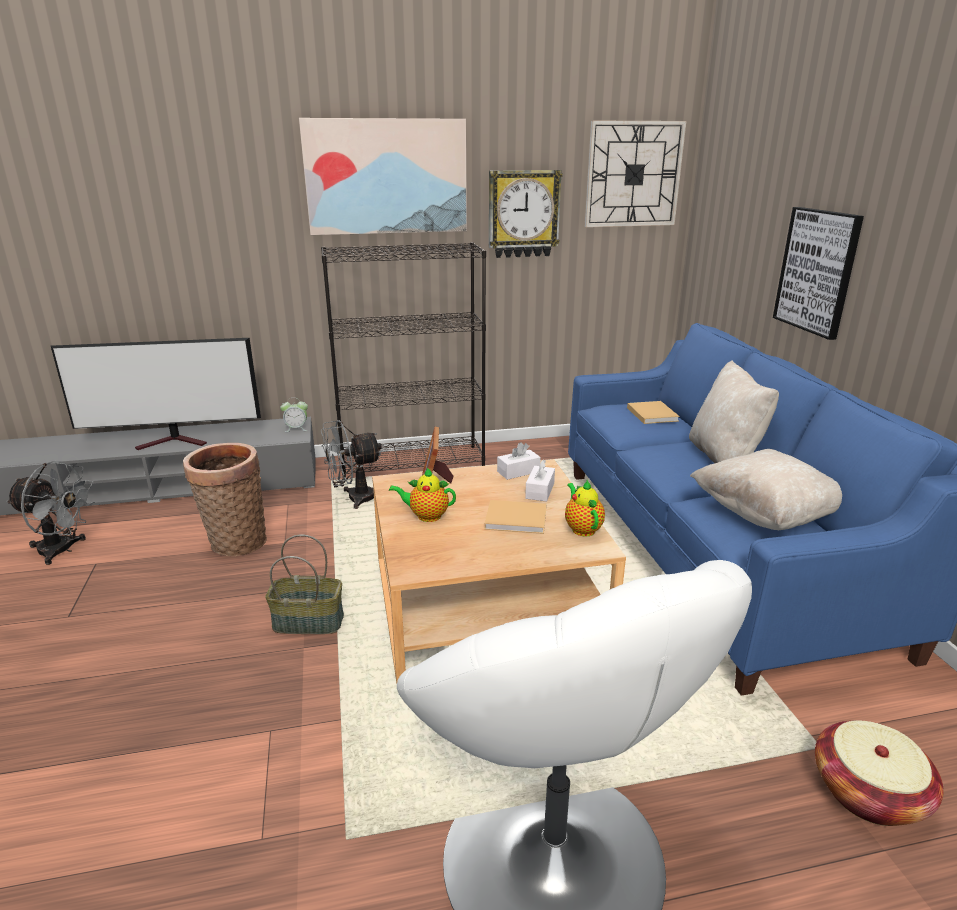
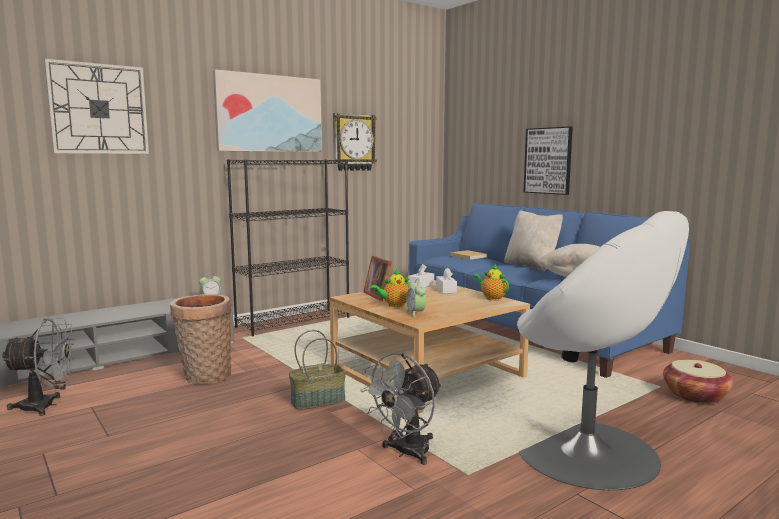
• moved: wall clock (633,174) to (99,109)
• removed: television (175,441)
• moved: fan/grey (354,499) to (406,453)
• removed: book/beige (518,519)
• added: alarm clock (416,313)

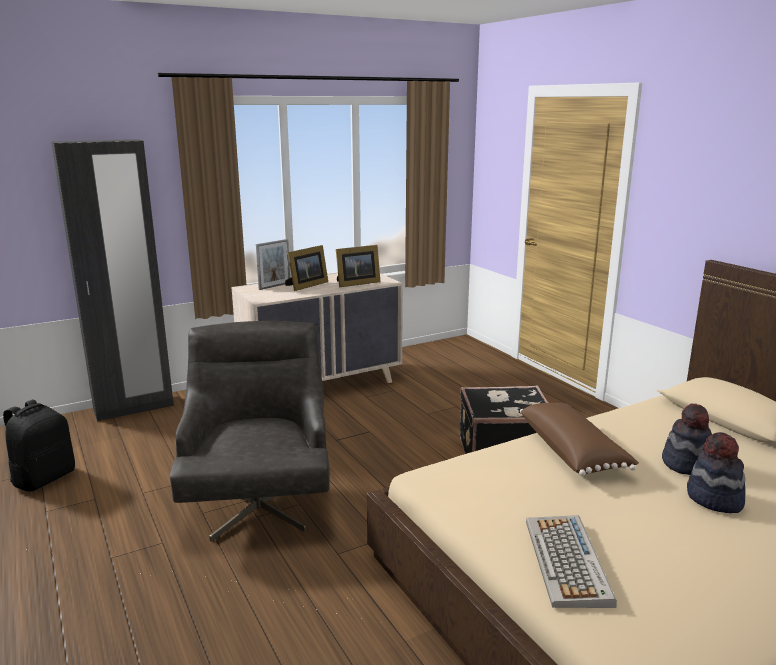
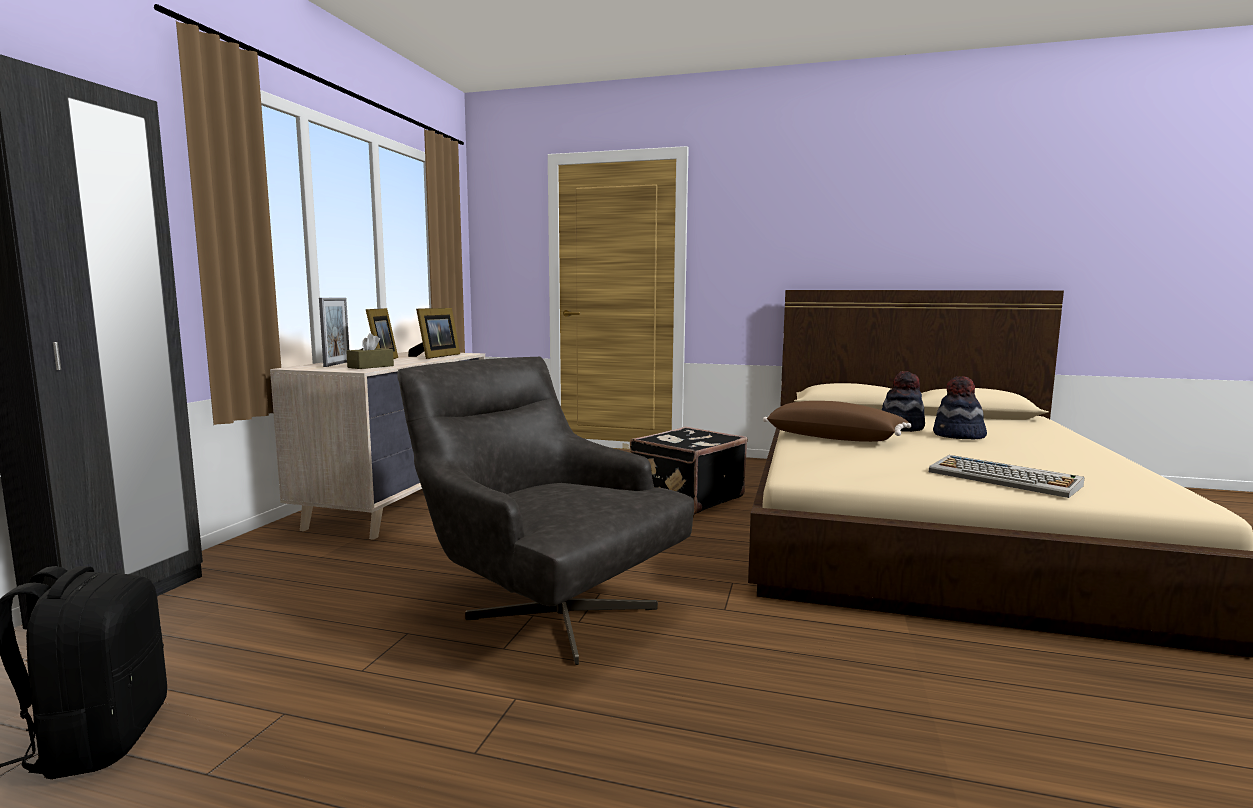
• added: tissue box/brown (370,366)

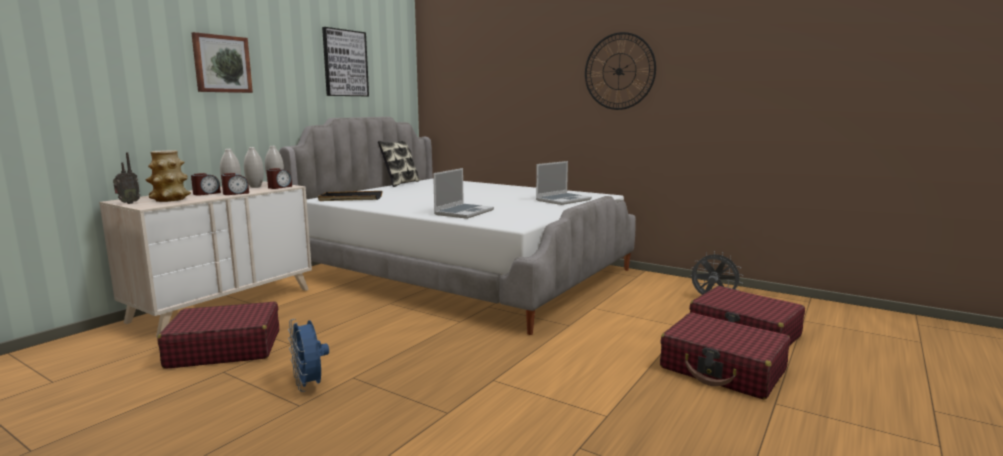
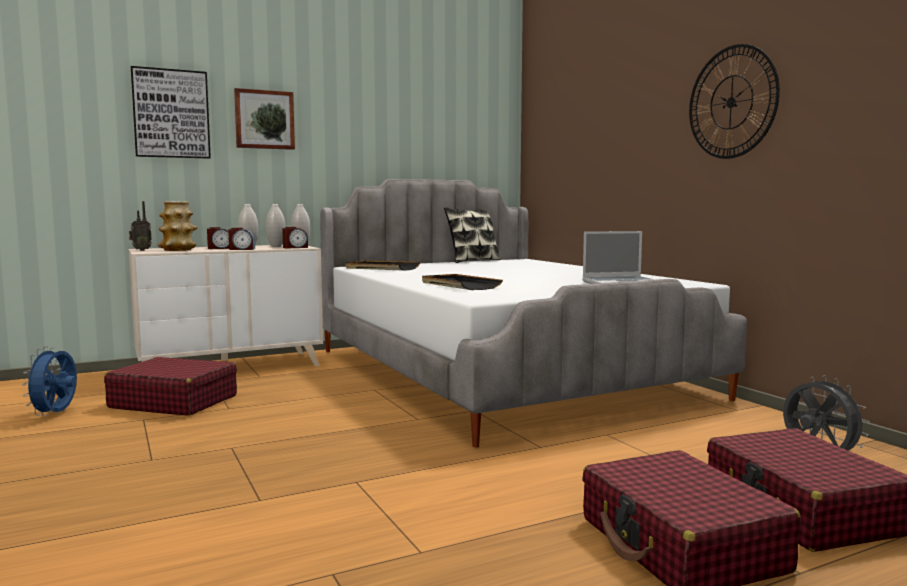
• moved: picture (345,63) to (171,114)
• replaced: laptop (464,212) to tray/black (459,285)
• moved: fan/blue (309,386) to (56,414)

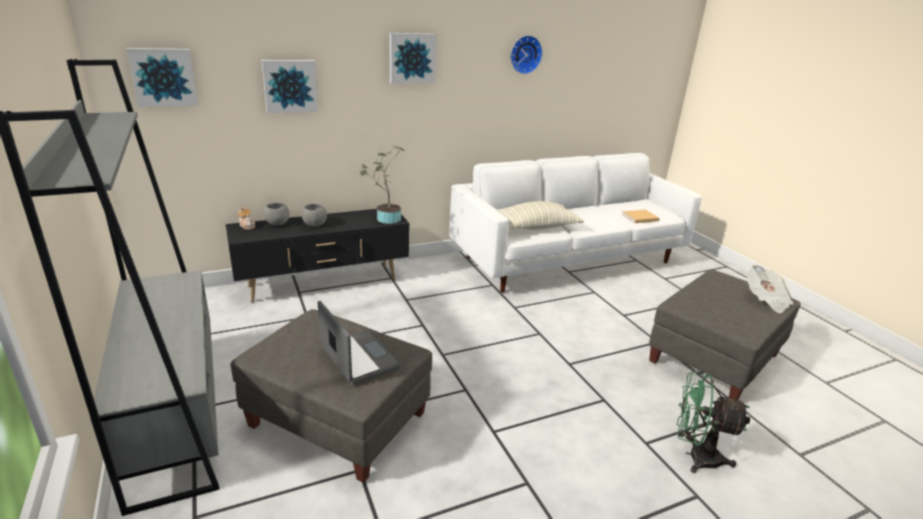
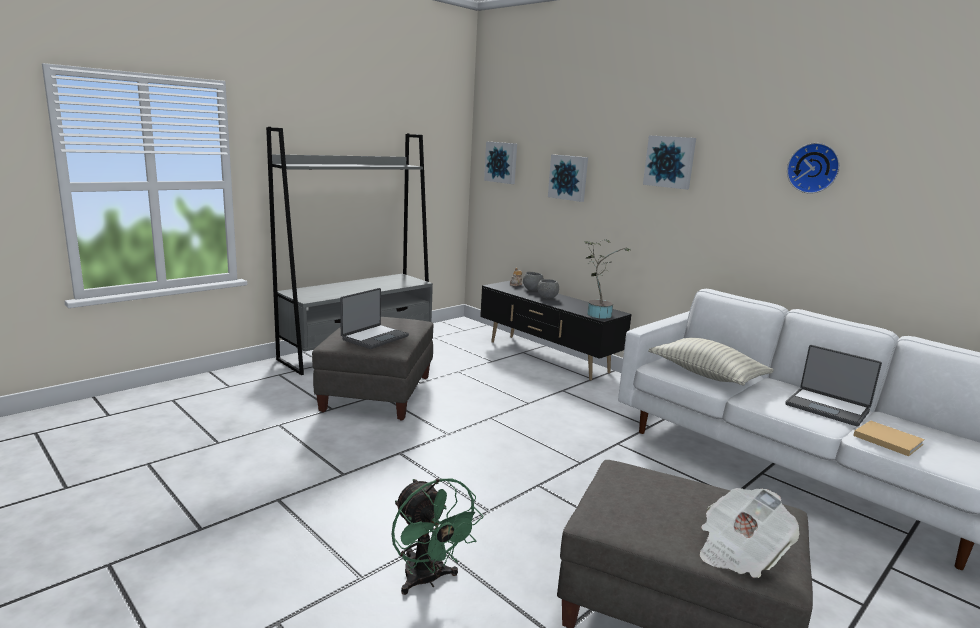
• turned: fan/green (695,456) = (428,580) 150 degrees clockwise
• added: laptop (827,408)

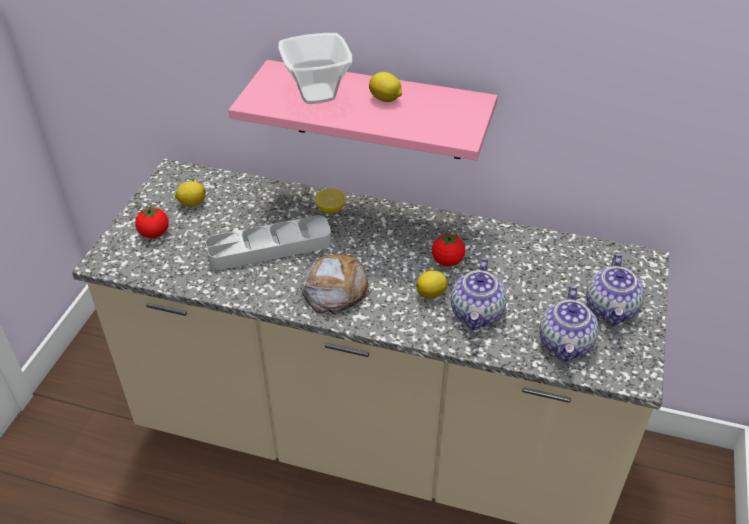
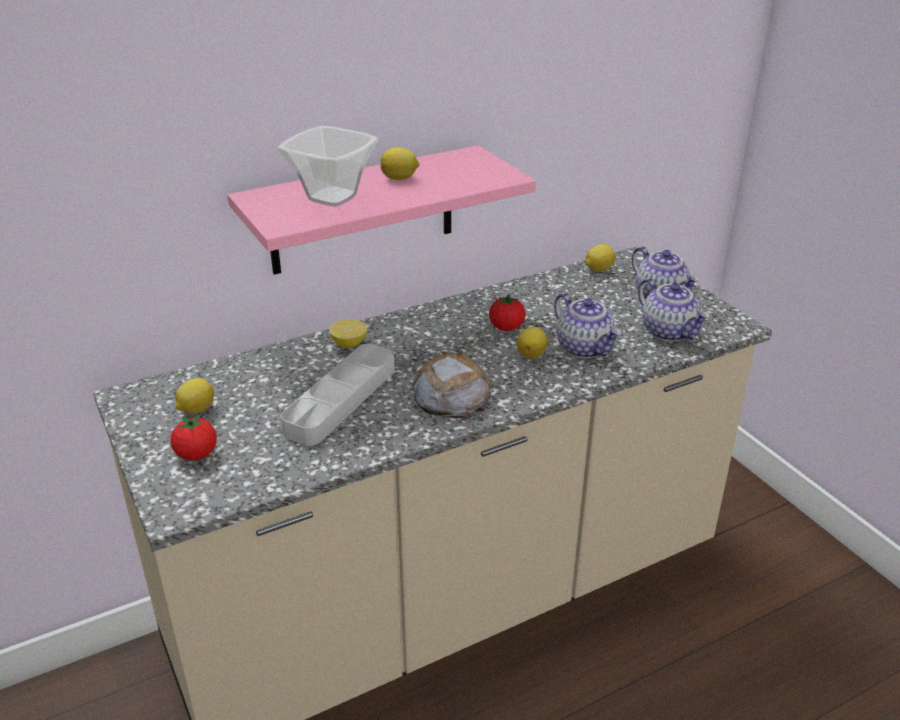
• added: lemon (598,269)

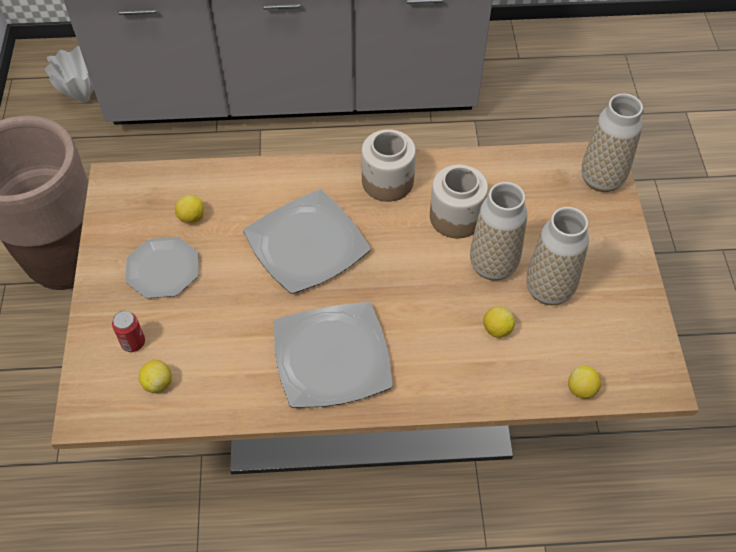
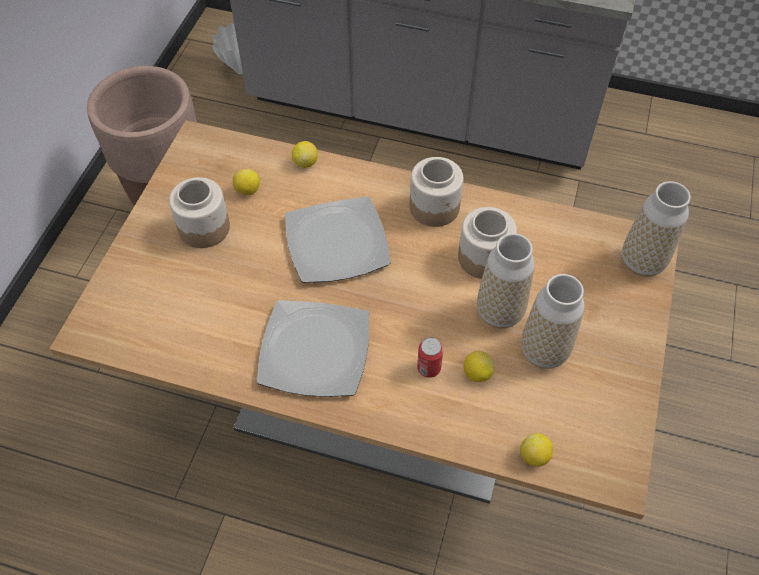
• replaced: plate (163,268) to jar (204,227)
• moved: can (133,342) to (429,368)
• moved: lemon (158,383) to (305,162)

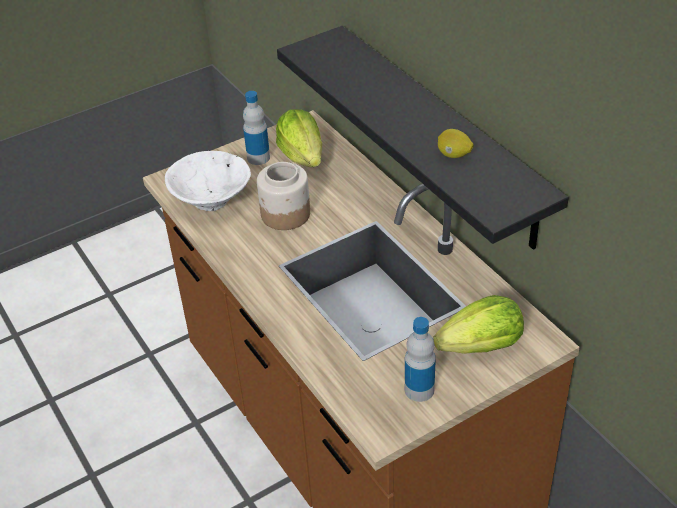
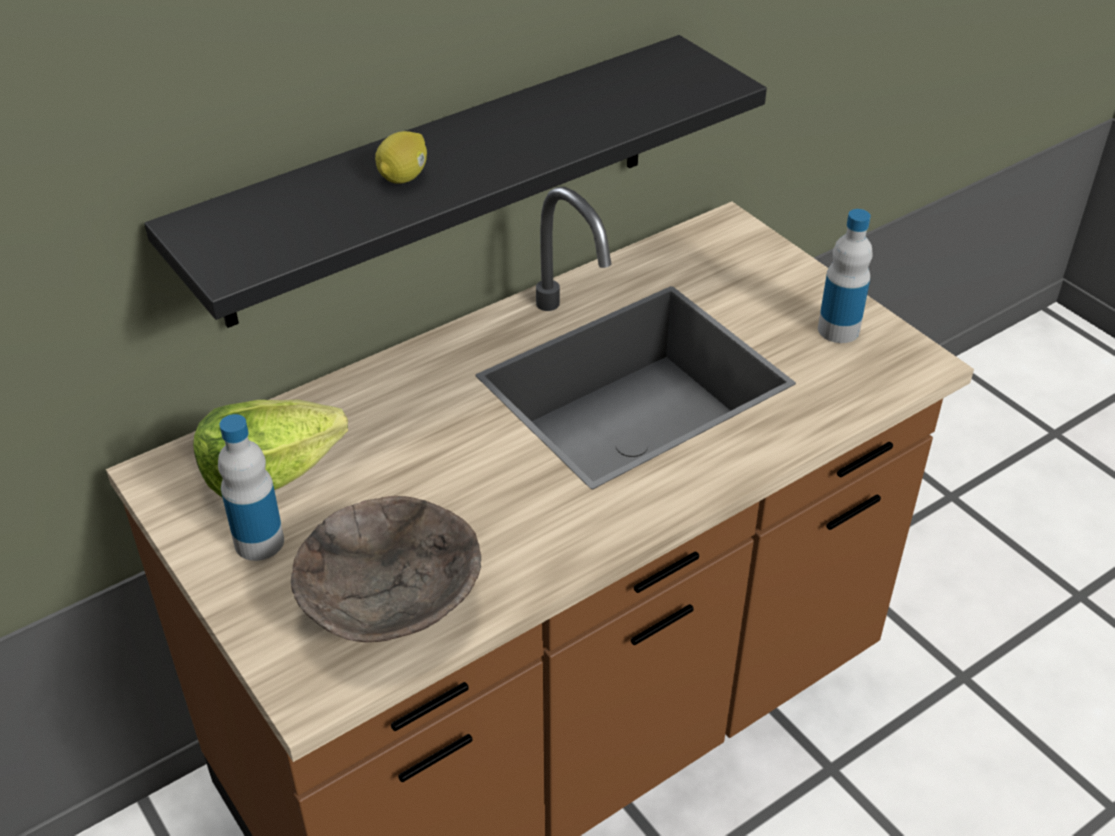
• moved: lemon (453,155) to (404,177)
• recoloured: bowl/white (212,199) to bowl/brown (391,604)
• removed: jar (285,214)
• removed: lettuce (482,346)

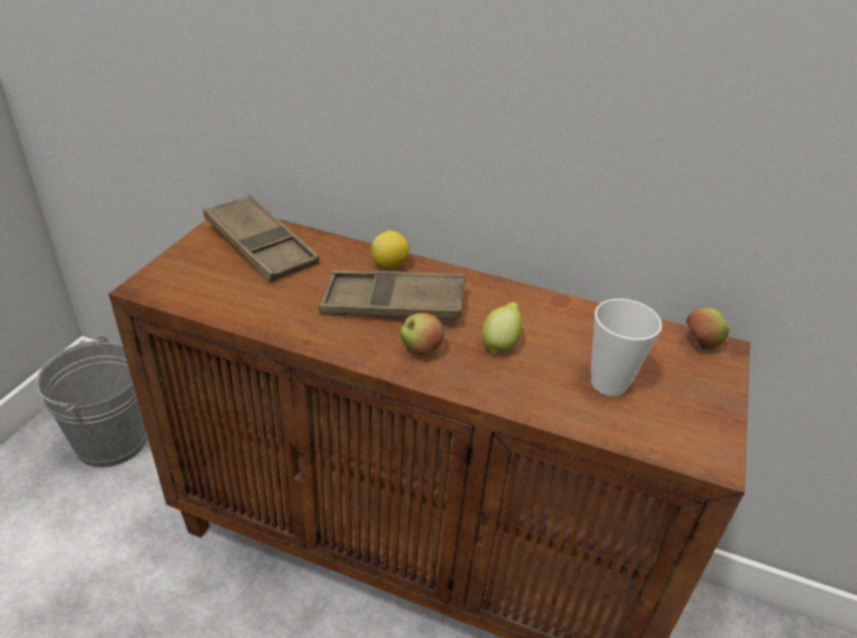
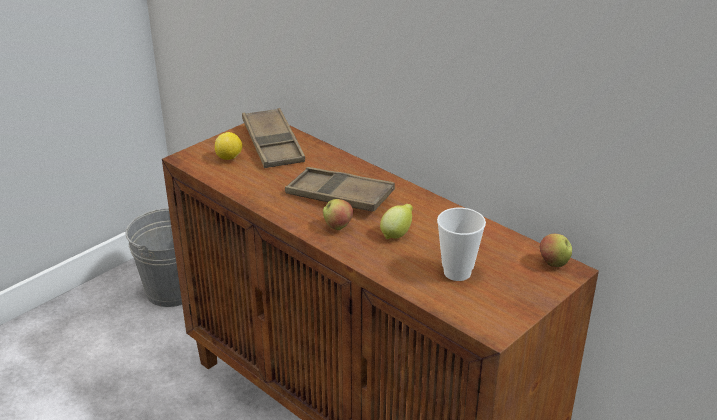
• moved: lemon (390,265) to (229,158)

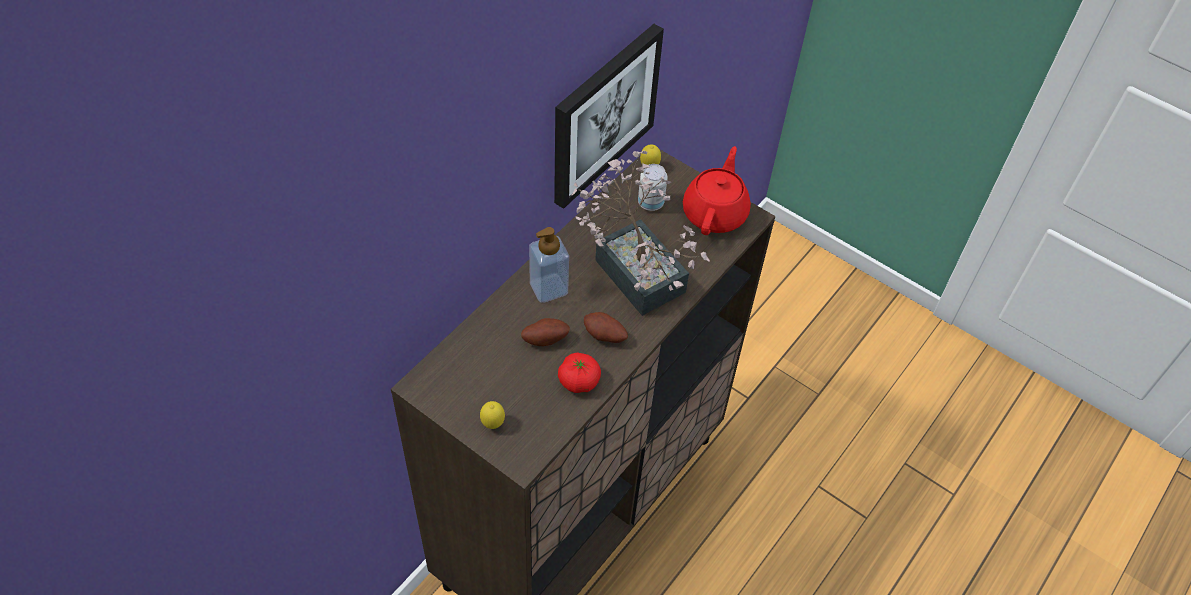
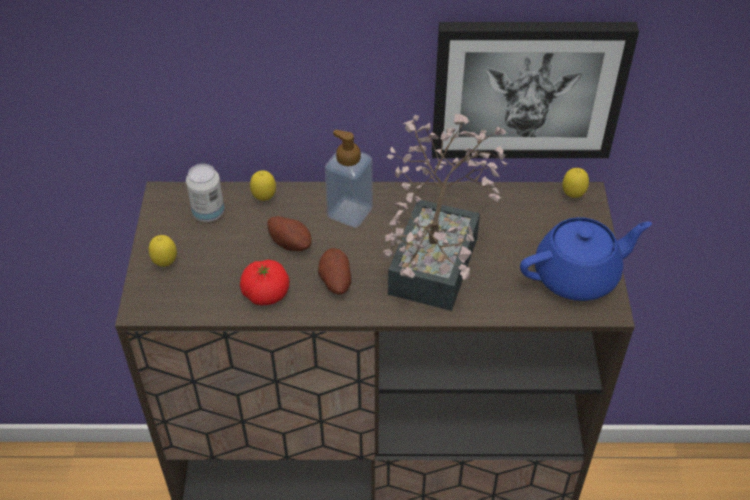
• recoloured: teapot/red (715,213) to teapot/blue (578,276)
• moved: can (650,203) to (208,213)
• added: lemon (264,199)

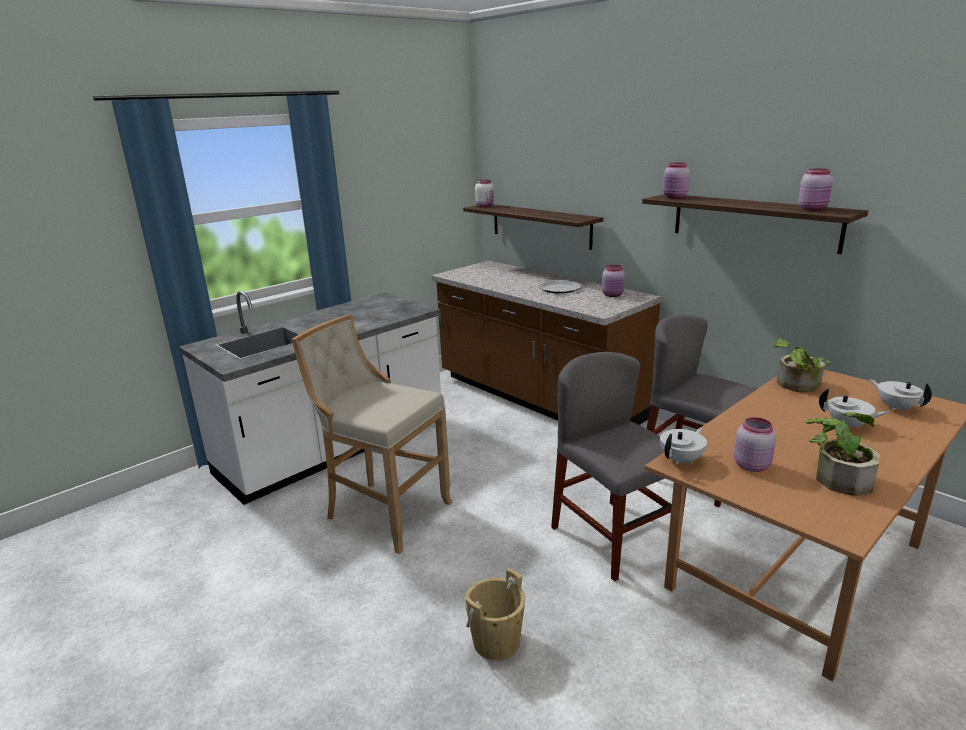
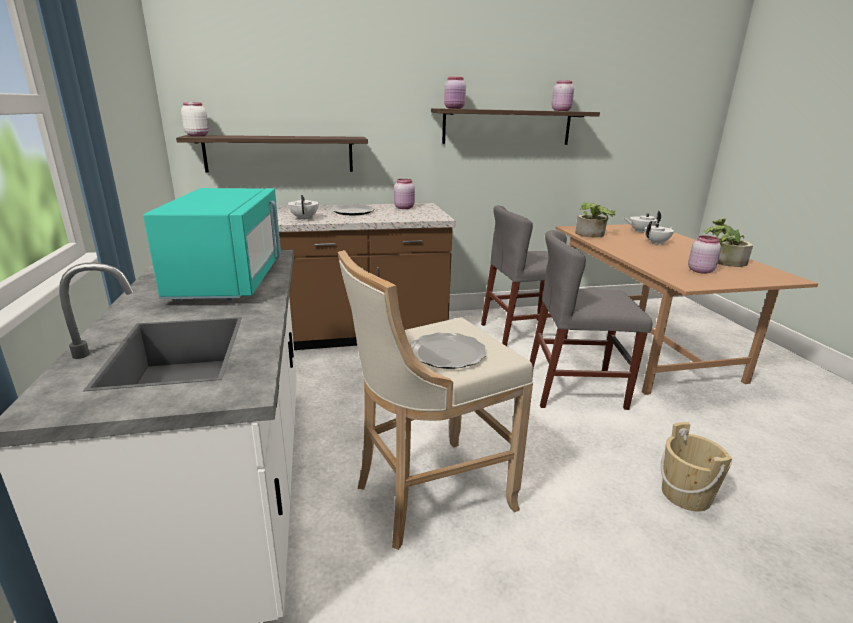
• moved: teapot/white (682,460) to (304,218)
• added: microwave/turquoise (230,280)
• added: plate (448,354)

